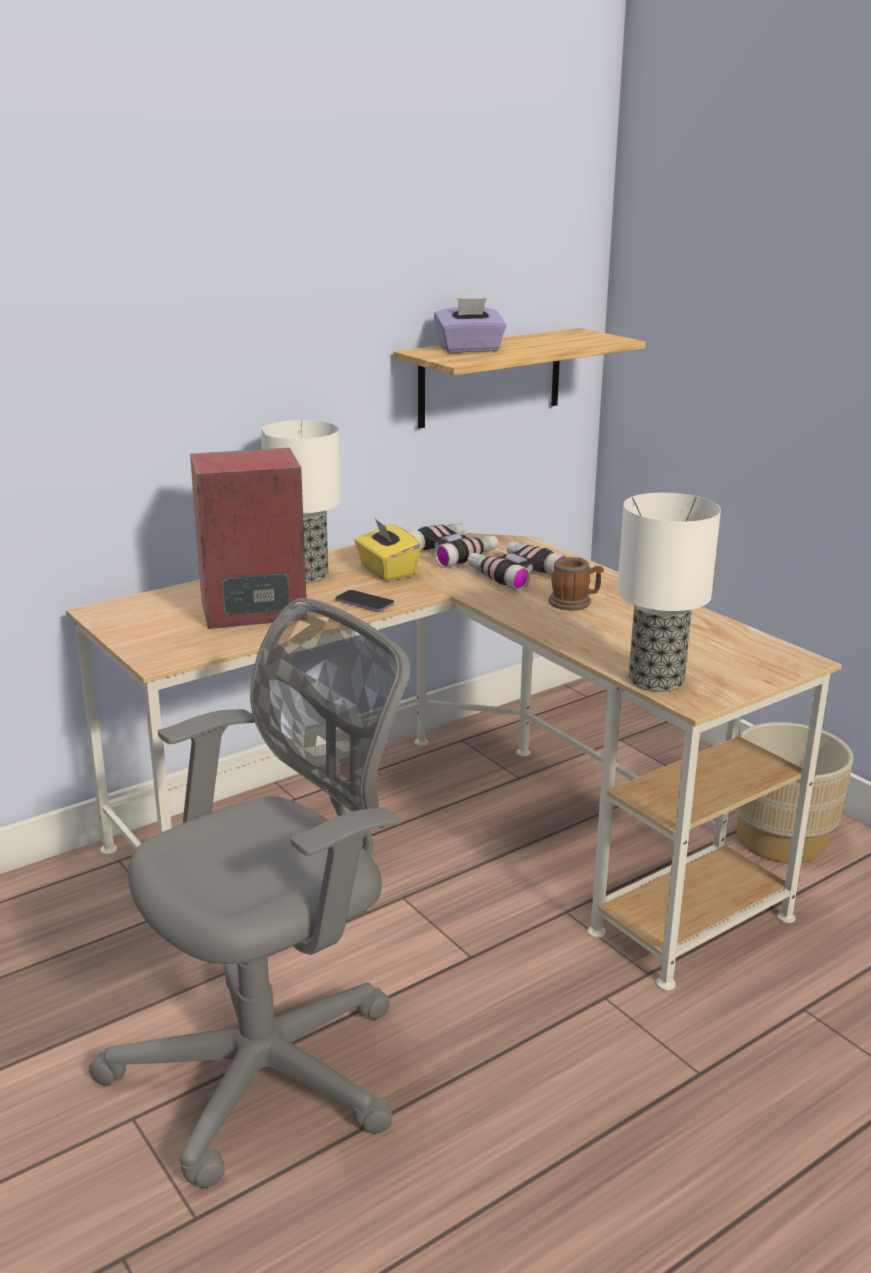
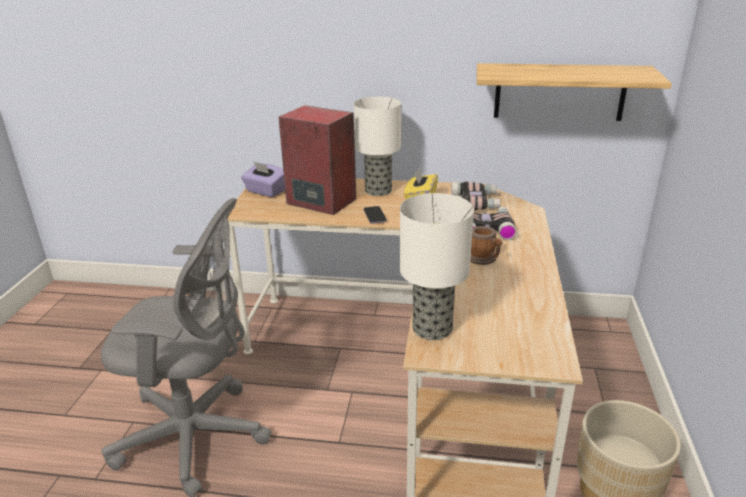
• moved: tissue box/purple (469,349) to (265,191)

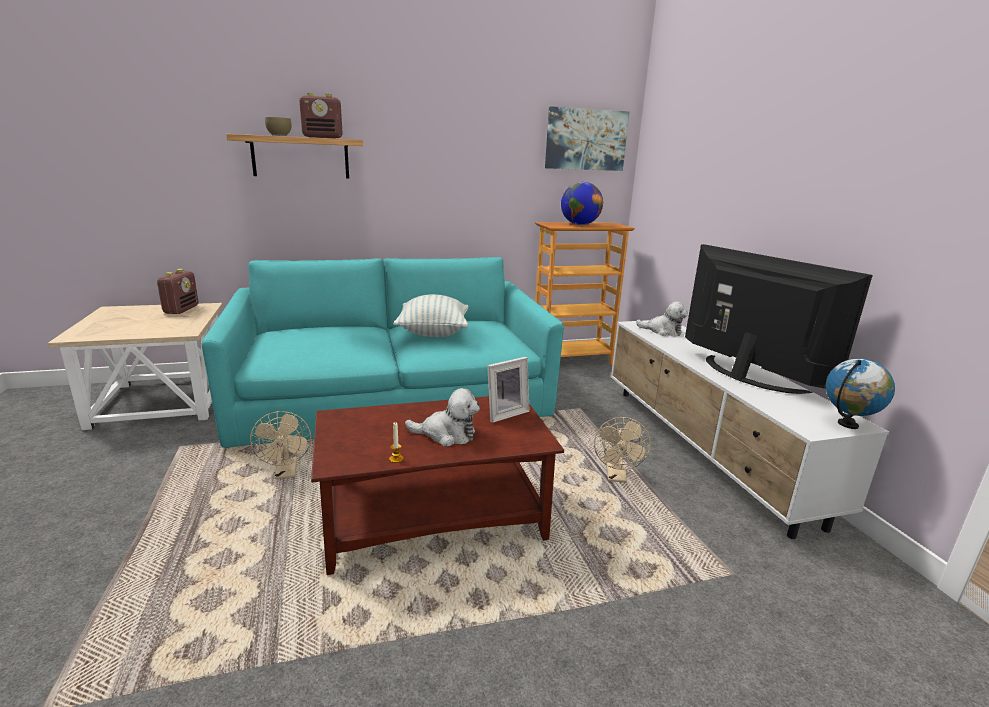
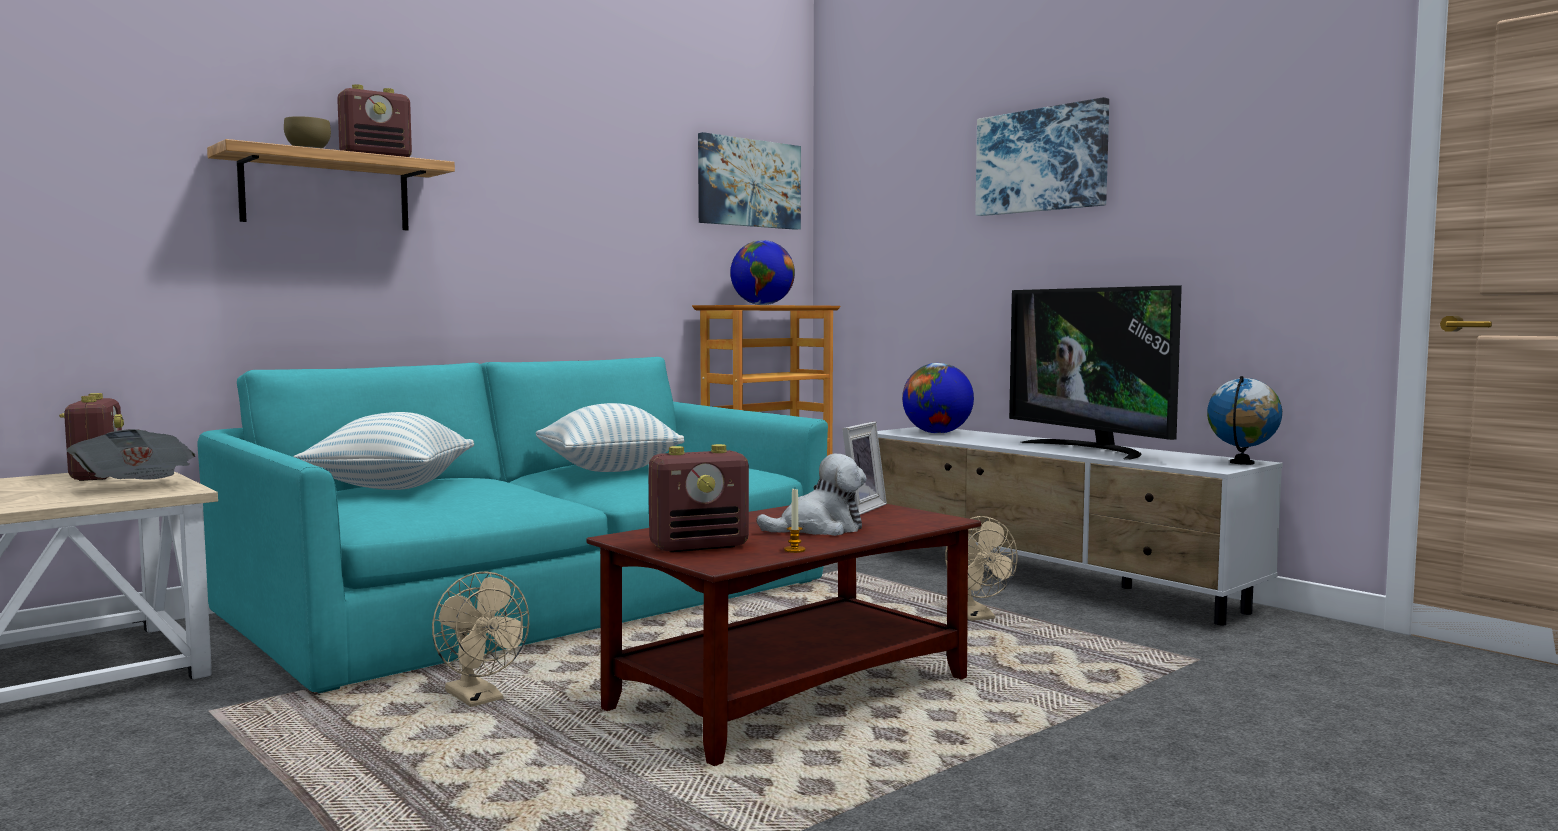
• turned: television (745,376) = (1092,449) 150 degrees counterclockwise
• replaced: plush toy (662,331) to globe (937,433)
• added: picture (1042,160)
• added: pillow (390,488)
• added: newspaper (137,487)
• added: radio (700,546)

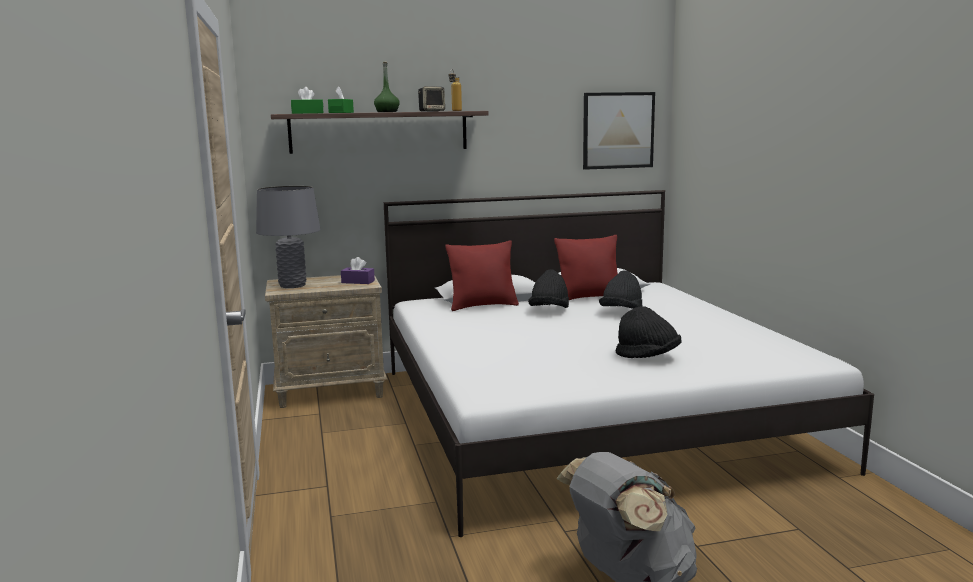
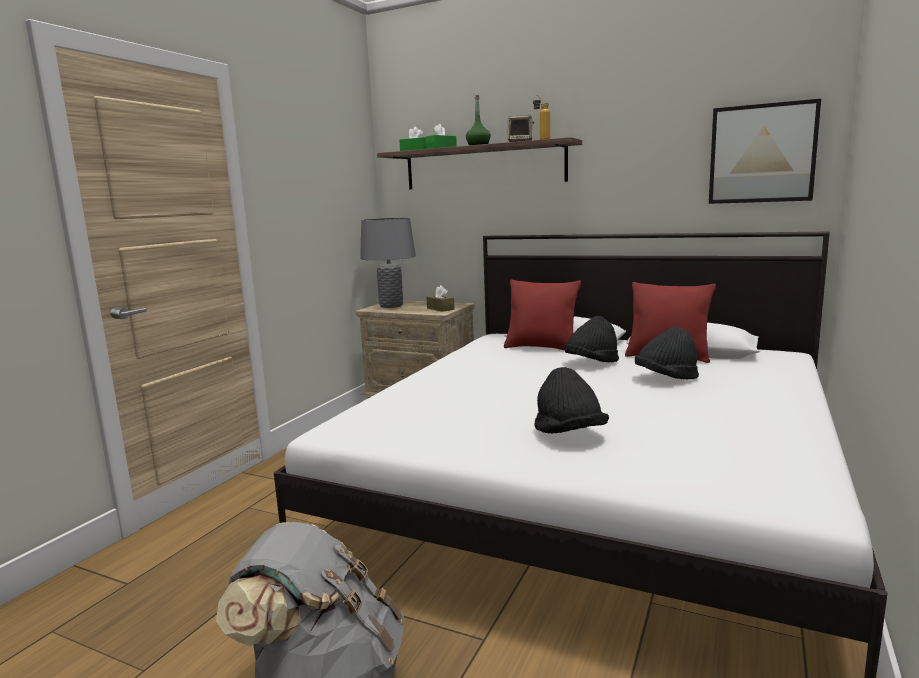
• recoloured: tissue box/purple (358,282) to tissue box/brown (440,309)

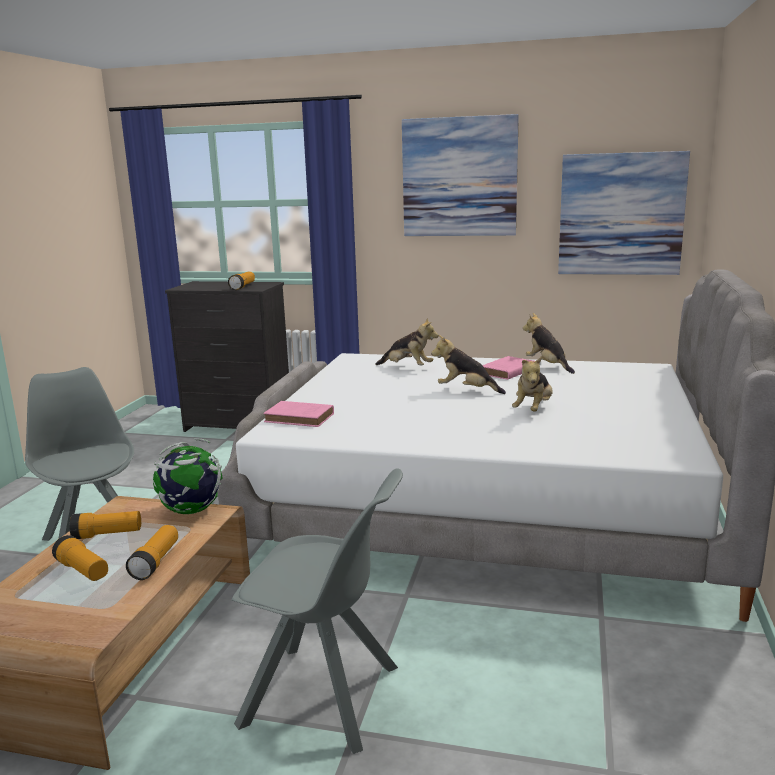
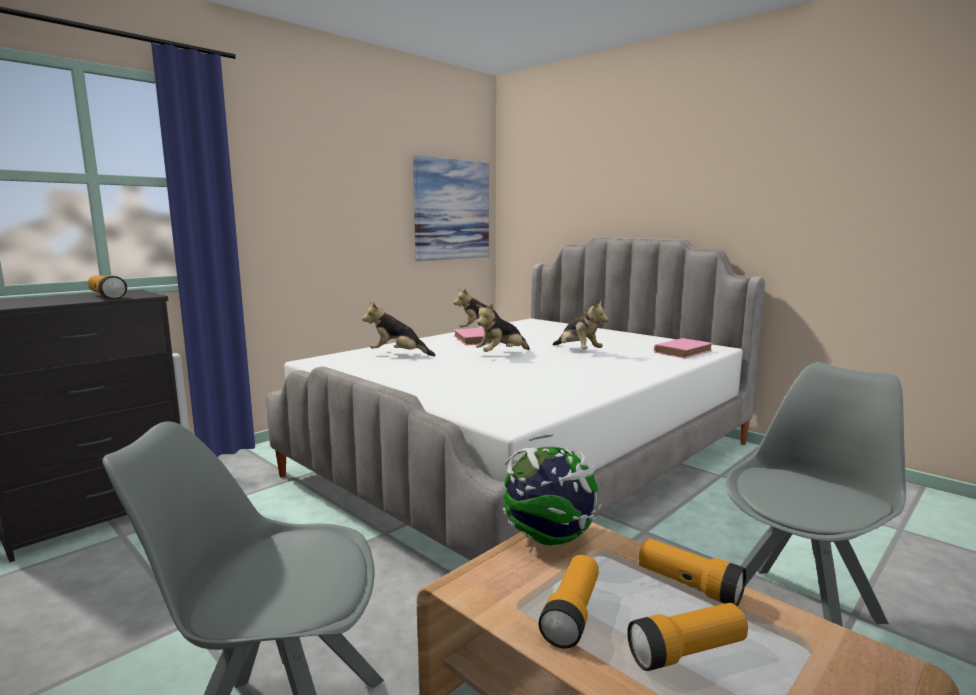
• removed: picture (459,177)
• turned: plush toy (407,368) = (398,355) 135 degrees counterclockwise
• moved: book/pink (301,418) to (684,351)

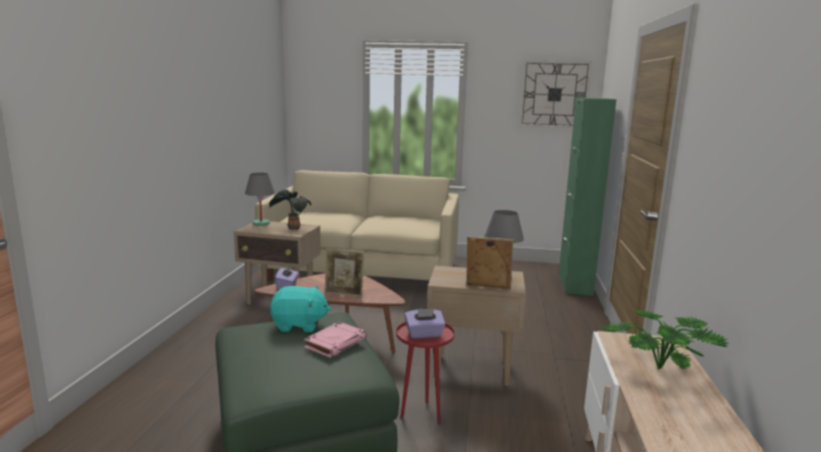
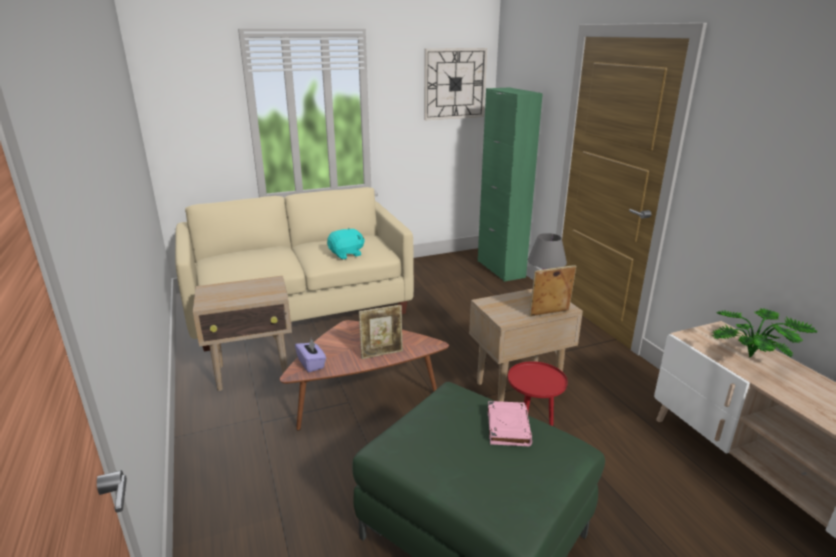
• removed: table lamp/grey (261,223)
• removed: potted plant (292,228)
• moved: plush toy/turquoise (299,325) to (346,254)
• removed: tissue box/purple (424,334)

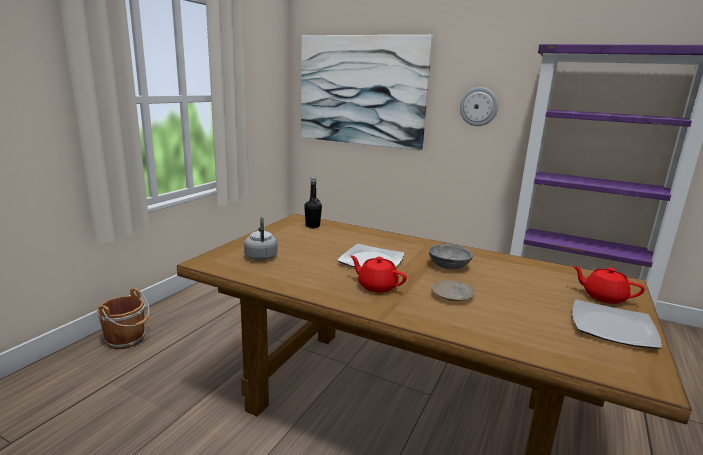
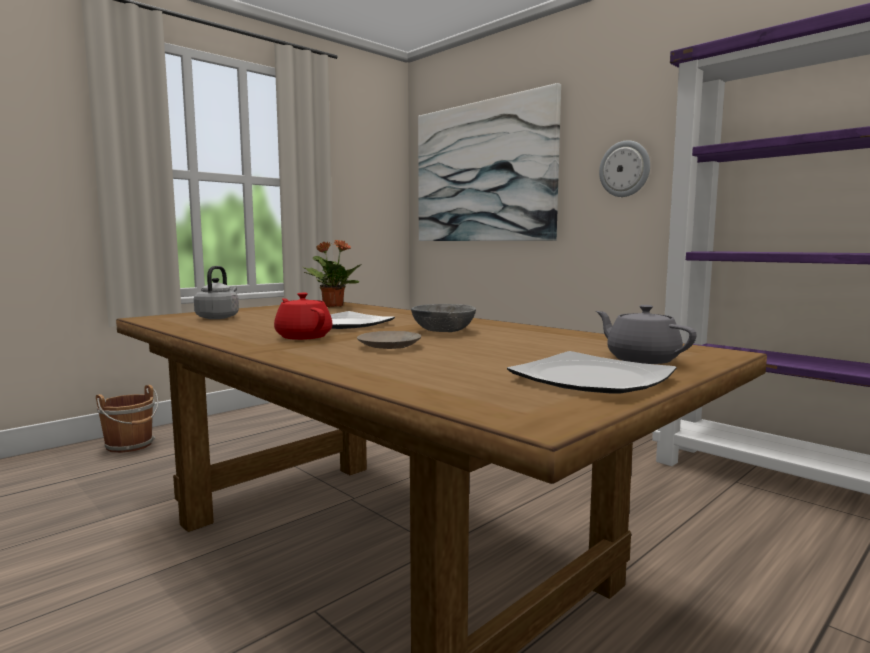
• replaced: bottle/black (312,226) to potted plant (332,306)
• recoloured: teapot/red (603,297) to teapot/grey (641,359)

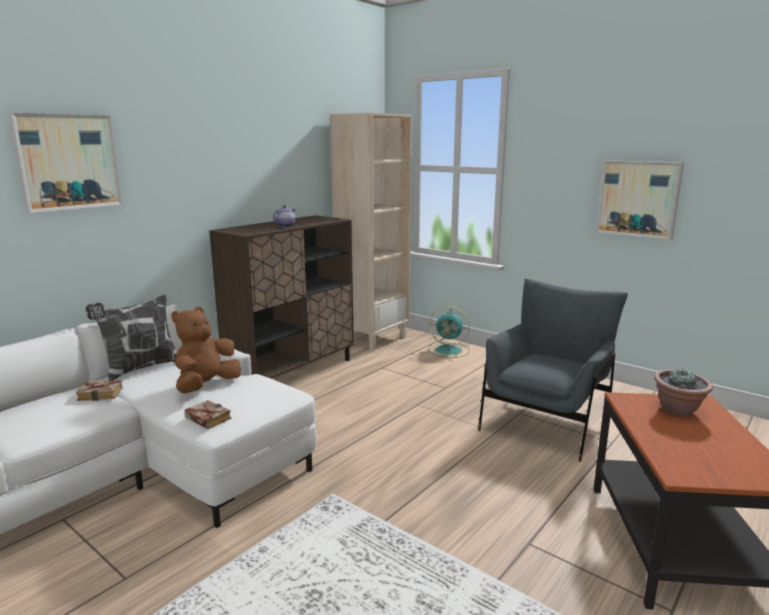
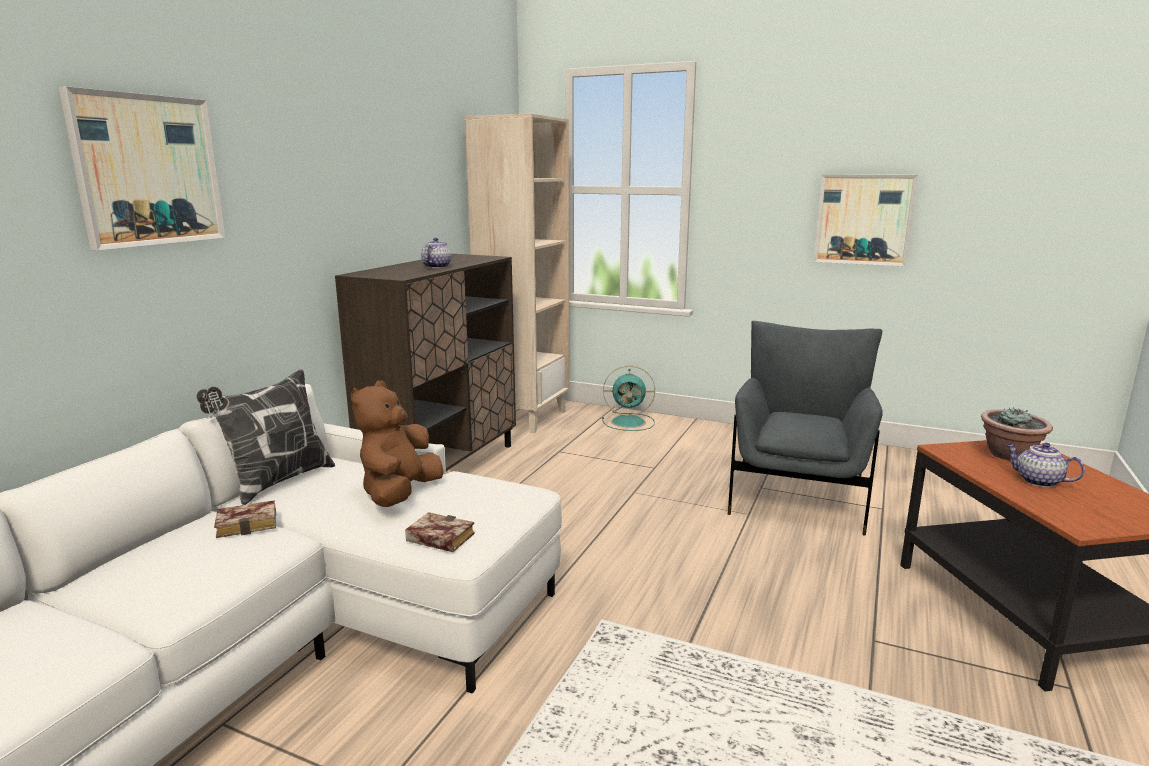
• added: teapot (1037,481)

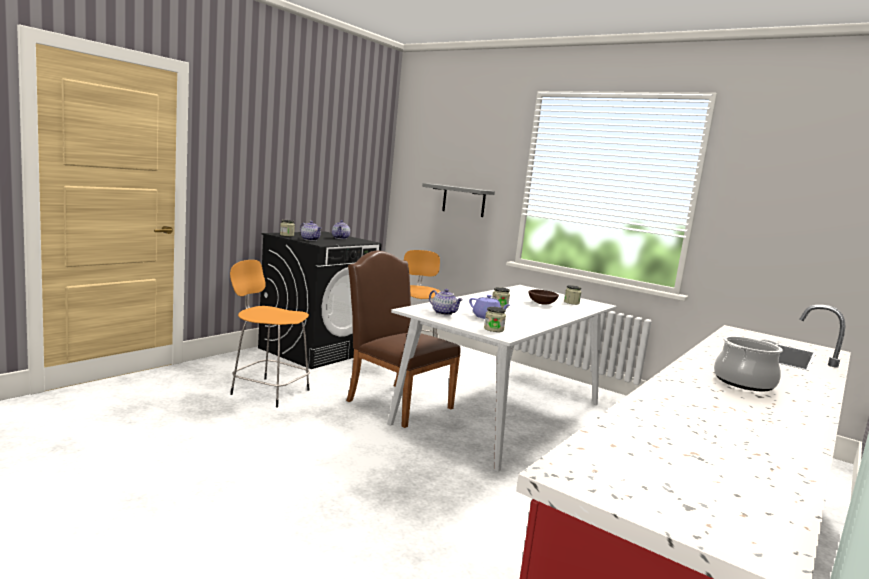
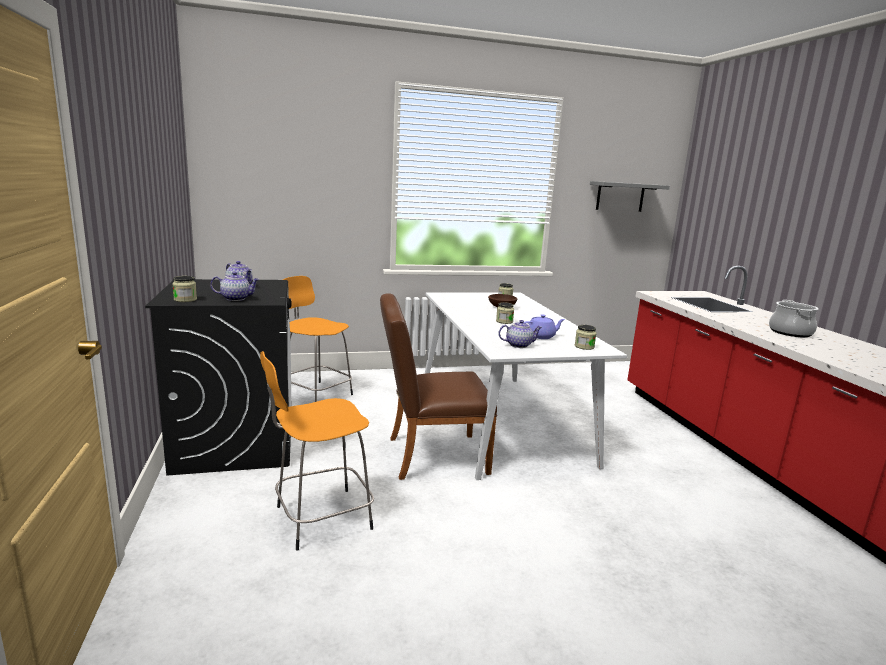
• moved: shelf/grey (463,200) to (620,196)

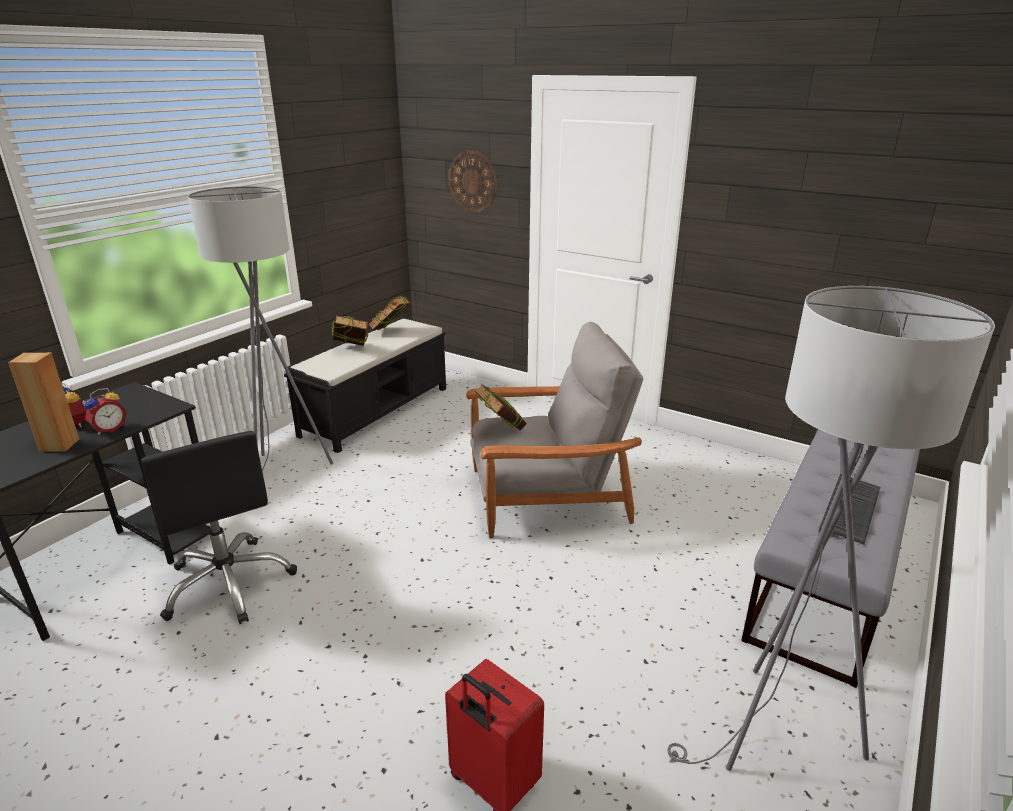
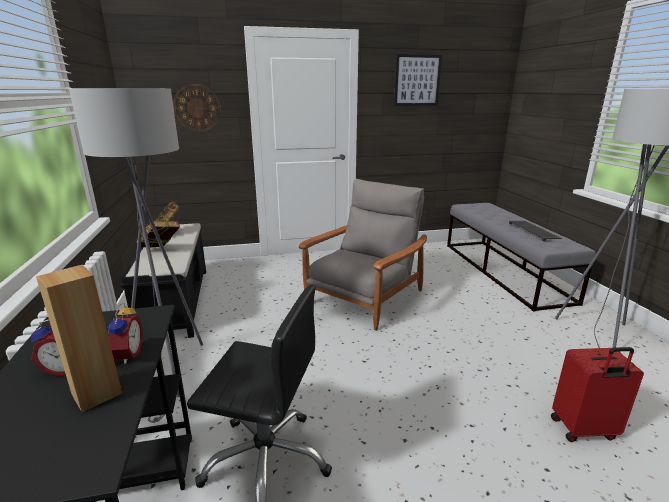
• removed: book (501,430)
• added: picture (417,80)

